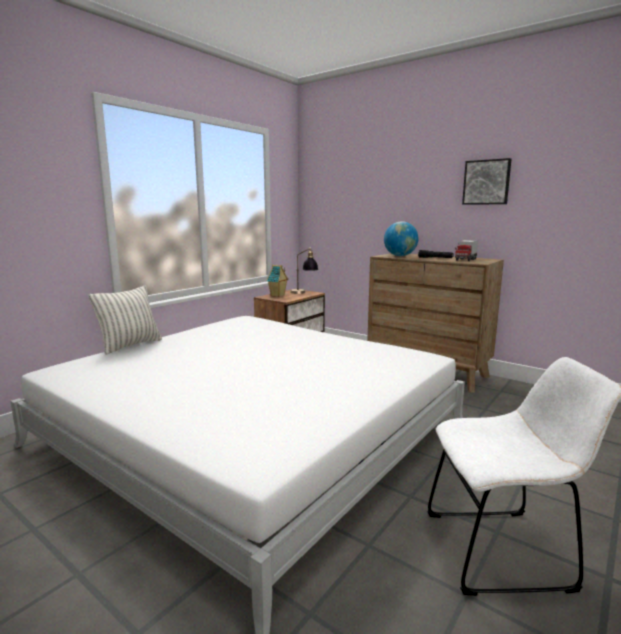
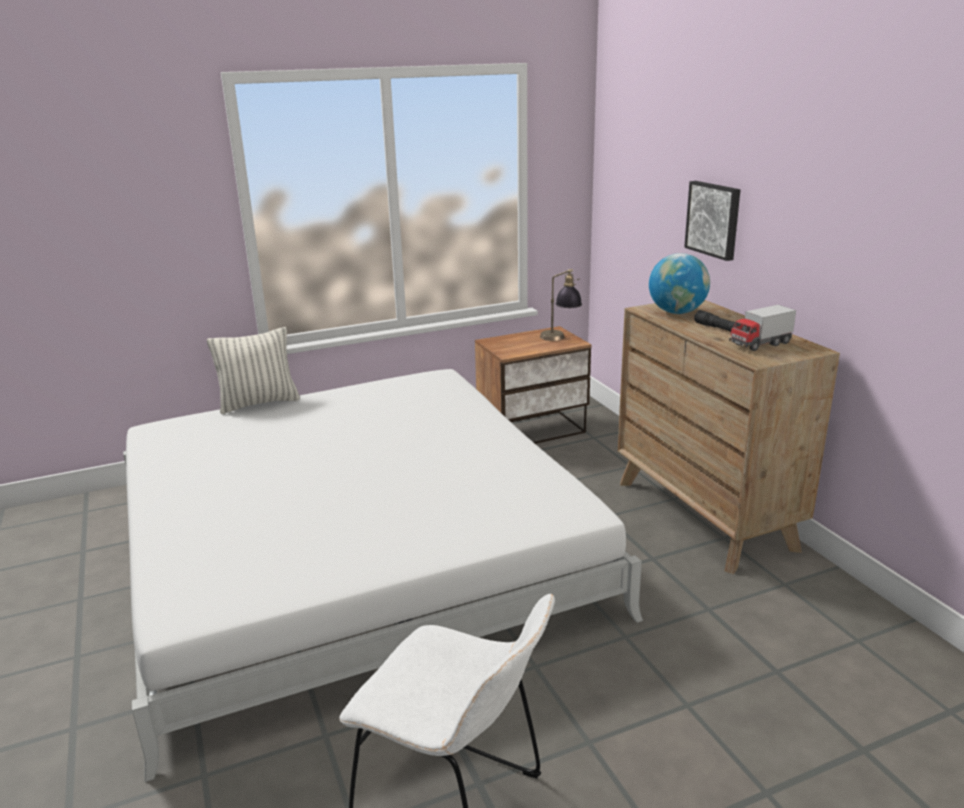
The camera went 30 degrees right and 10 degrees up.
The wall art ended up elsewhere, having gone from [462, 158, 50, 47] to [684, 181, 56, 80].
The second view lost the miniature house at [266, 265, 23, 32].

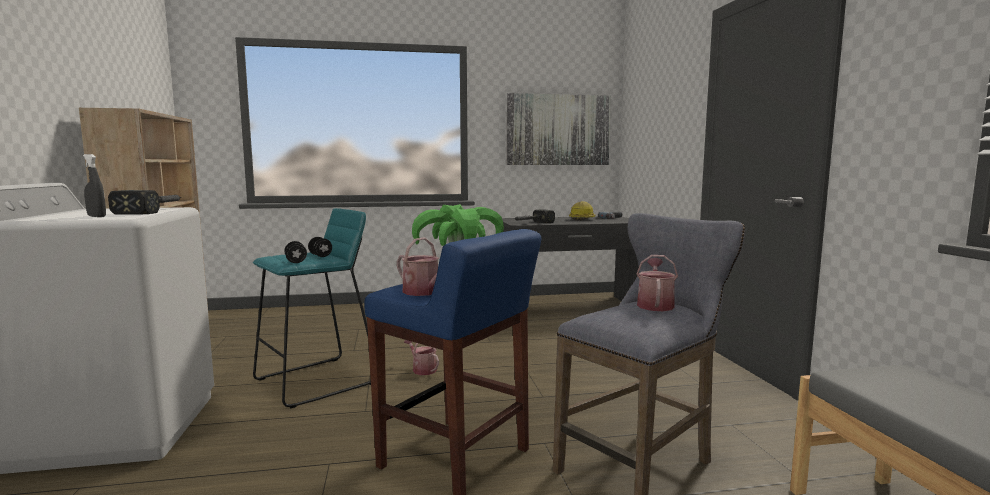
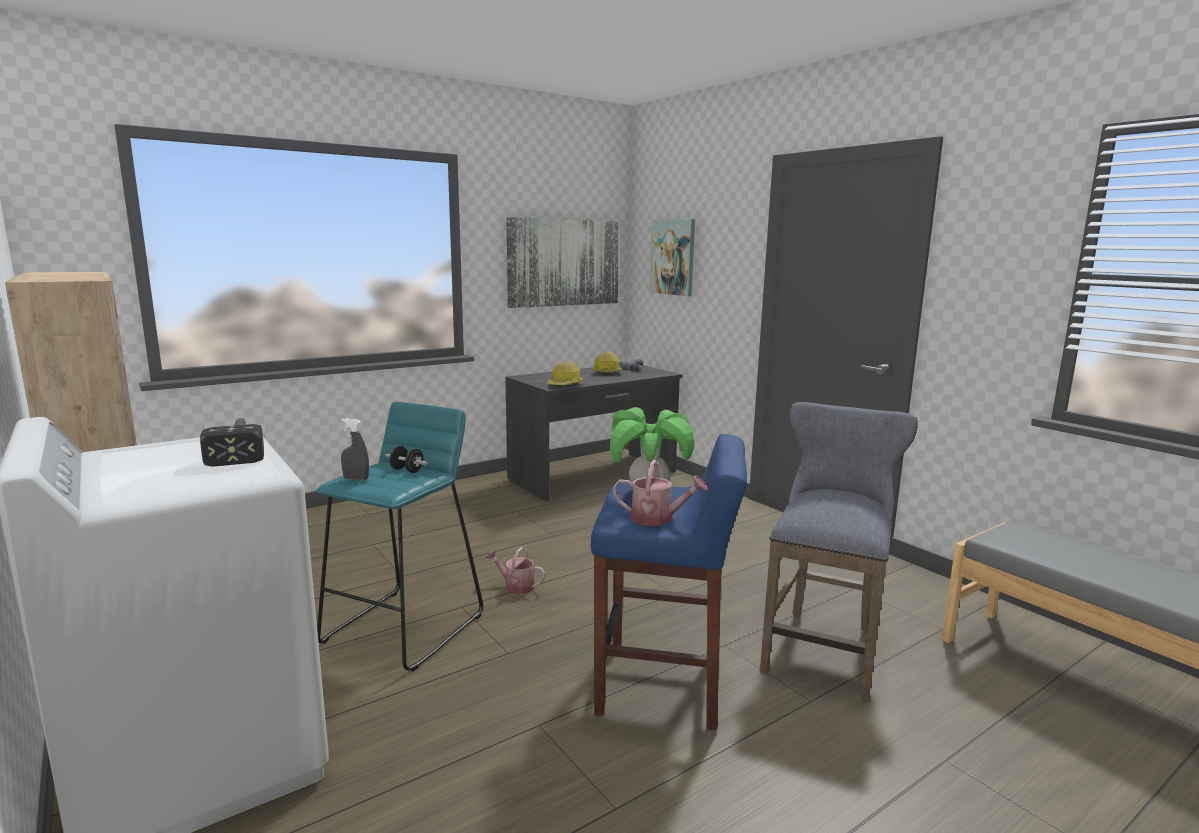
The camera went 25 degrees left and 5 degrees up.
The sprayer (grey) ended up elsewhere, having gone from [83, 154, 23, 63] to [341, 418, 28, 62].
Where the tool hammer stood at [514, 209, 41, 14], the work helmet came to stand at [546, 361, 37, 24].
The second view gained the wall art at [650, 219, 45, 77].
The second view lost the free weight (black) at [284, 241, 23, 22].
The second view lost the watering can at [637, 255, 41, 56].

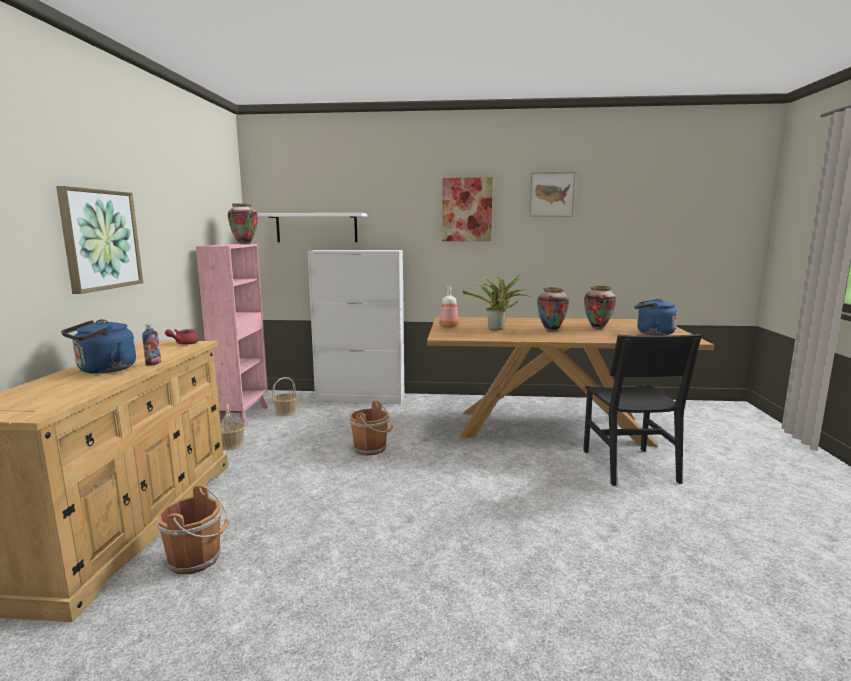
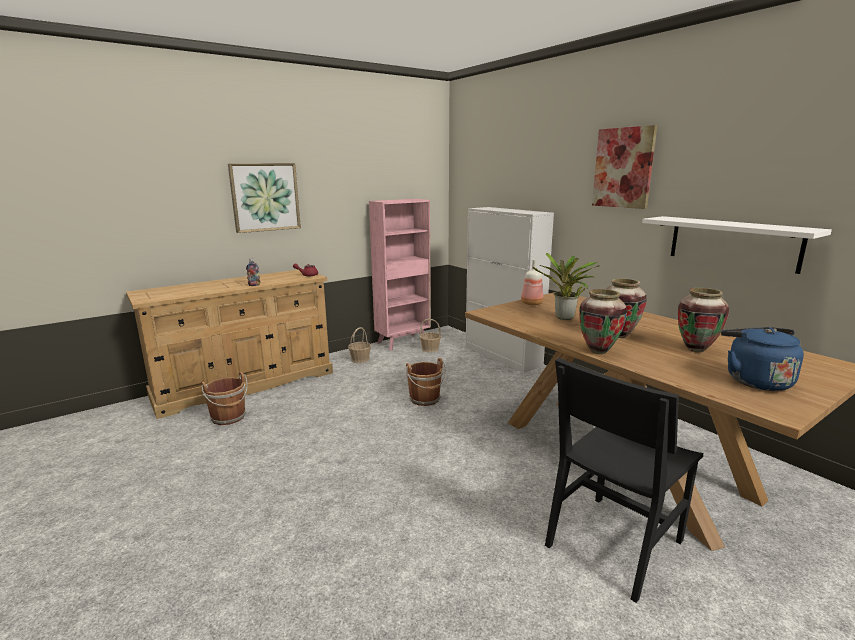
The camera went 50 degrees right and 5 degrees up.
The vase ended up elsewhere, having gone from [228, 203, 30, 41] to [579, 289, 48, 65].
The wall shelf (white) ended up elsewhere, having gone from [257, 213, 110, 29] to [642, 216, 190, 58].
The second view lost the tea kettle (bluish) at [61, 319, 75, 55].
The second view lost the wall art at [529, 172, 47, 45].

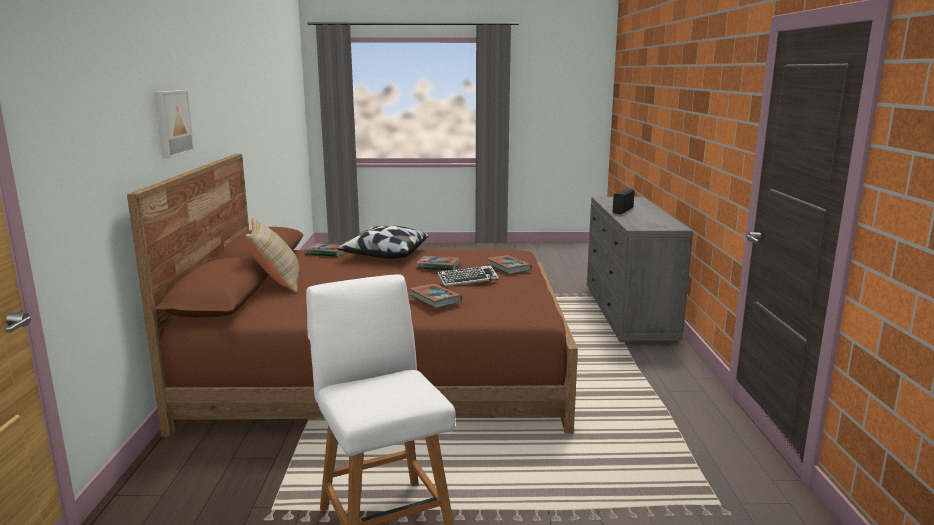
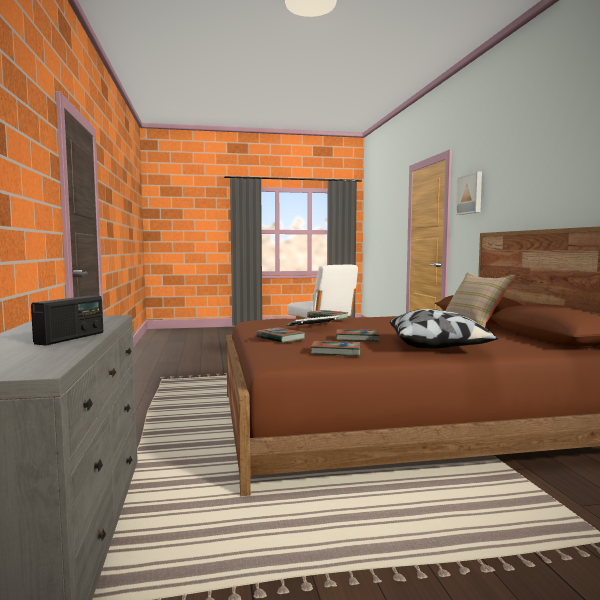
The camera went 170 degrees right and 10 degrees down.
The bound book ended up elsewhere, having gone from [304, 243, 42, 14] to [311, 341, 49, 15].
The wall art ended up elsewhere, having gone from [154, 90, 40, 68] to [456, 171, 26, 44].

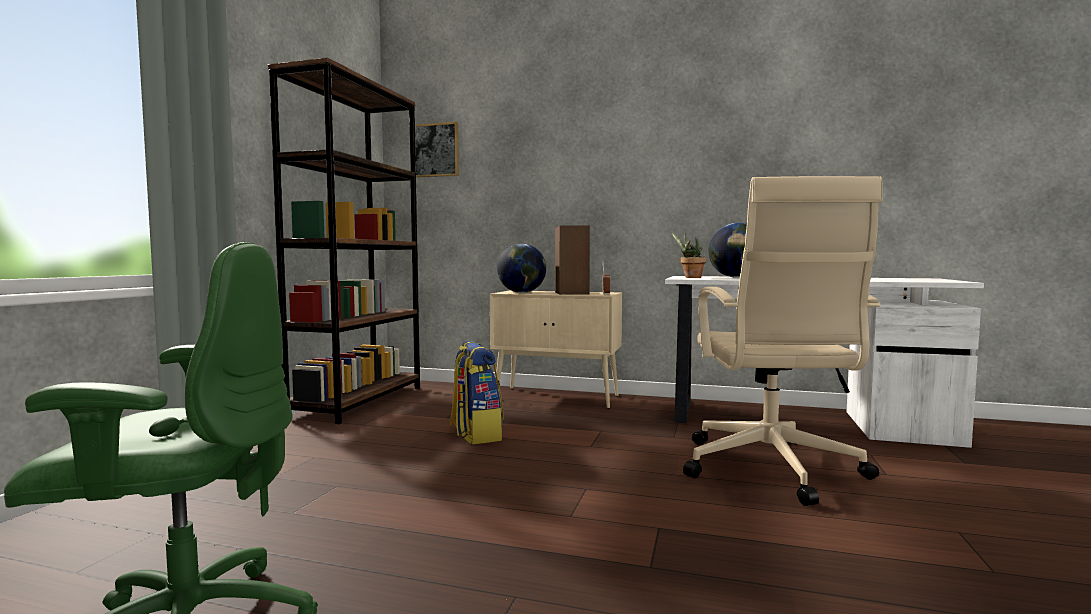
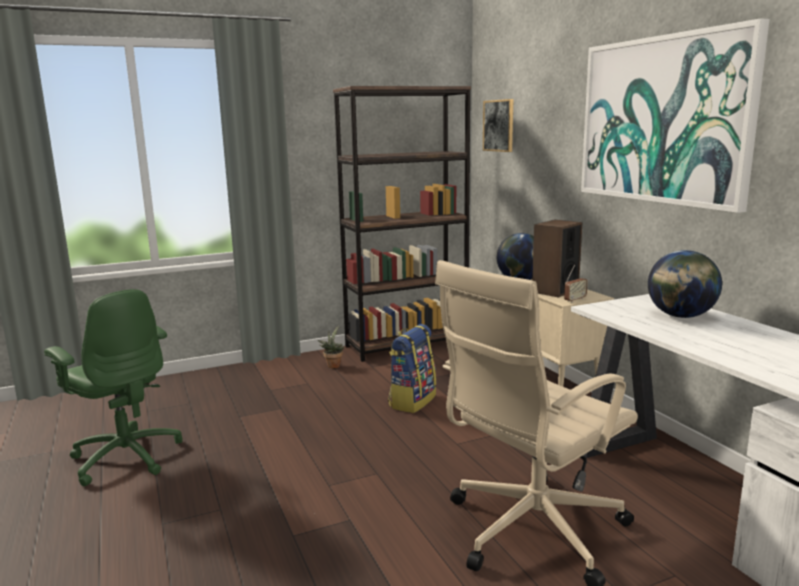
The camera went 50 degrees right and 10 degrees up.
The plant in a pot ended up elsewhere, having gone from [672, 233, 34, 45] to [317, 326, 28, 42].
The second view gained the wall art at [581, 18, 189, 195].

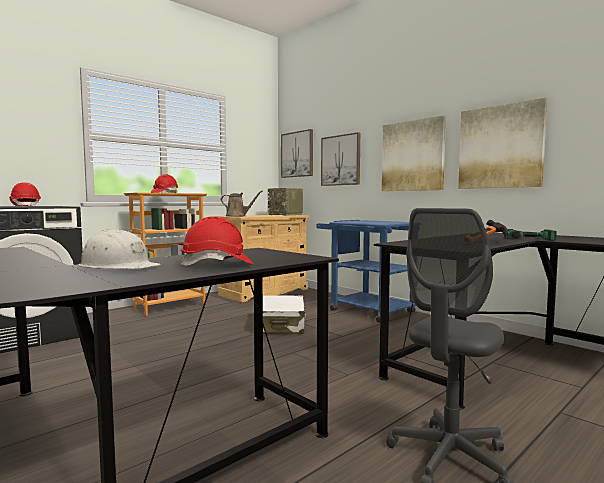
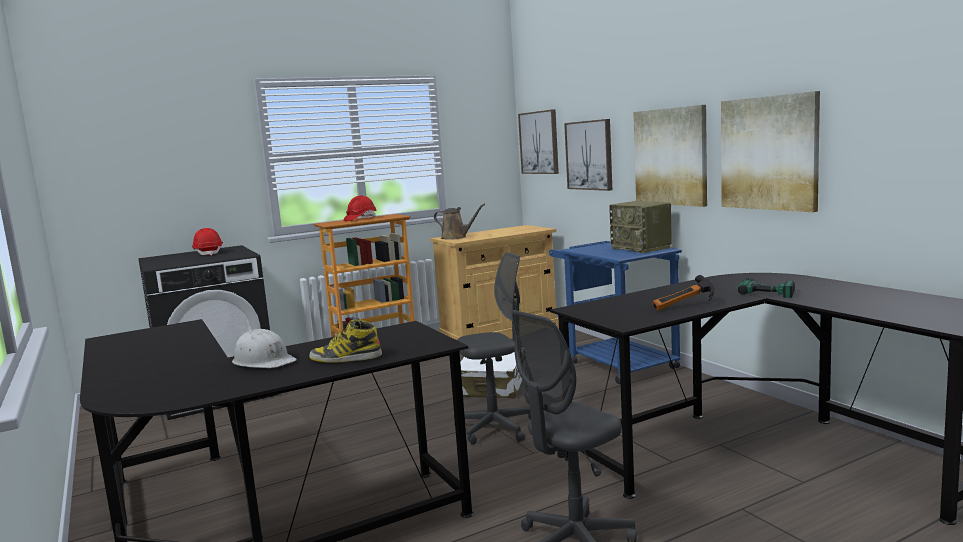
The camera went 15 degrees right and 5 degrees up.
Where the work helmet (red) stood at [180, 216, 73, 50], the tall boot came to stand at [309, 319, 73, 44].
The second view gained the desk chair (grey) at [454, 252, 77, 193].
The radio receiver ended up elsewhere, having gone from [268, 188, 35, 28] to [609, 201, 63, 52].

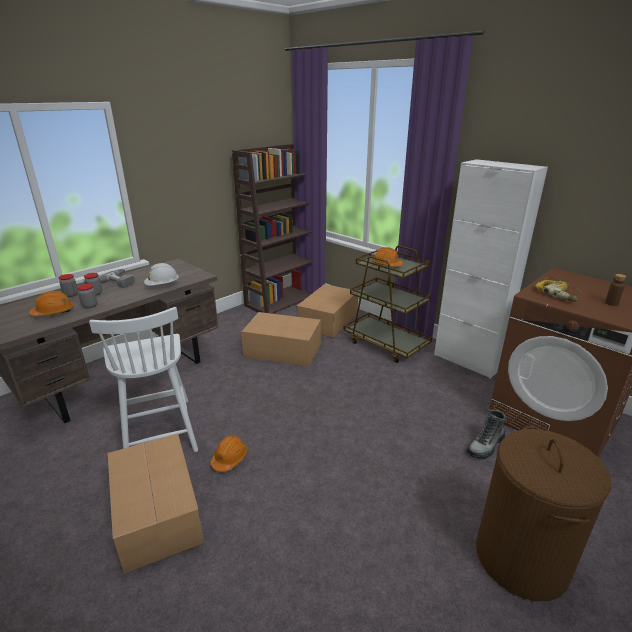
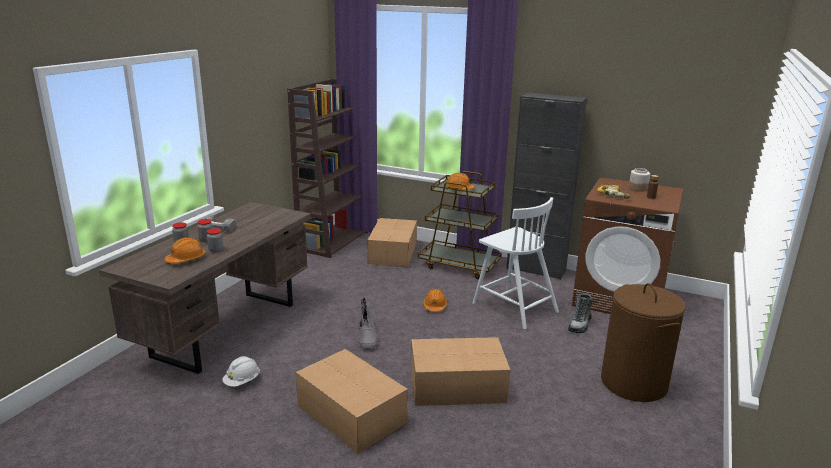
The camera went 20 degrees left and 5 degrees down.
The work helmet (white) ended up elsewhere, having gone from [144, 263, 35, 23] to [222, 356, 38, 31].
The second view gained the tall boot (grey) at [359, 297, 19, 52].
The carton ended up elsewhere, having gone from [241, 312, 80, 55] to [411, 337, 99, 69].
The work helmet (orangey) ended up elsewhere, having gone from [210, 436, 37, 36] to [423, 289, 24, 23].
The upright chair (white) ended up elsewhere, having gone from [89, 307, 109, 145] to [473, 197, 86, 132].
What was the storage cabinet (white) at [434, 159, 114, 220] turned into the storage cabinet (black) at [506, 92, 81, 188].
The second view gained the storage jar at [629, 168, 21, 24].

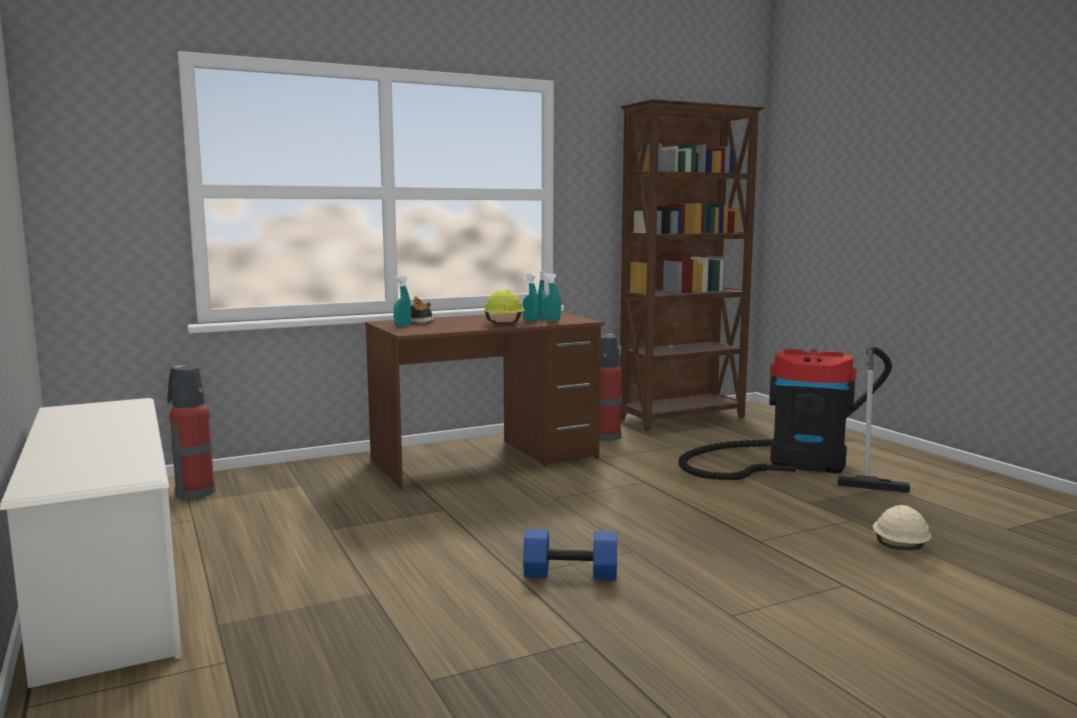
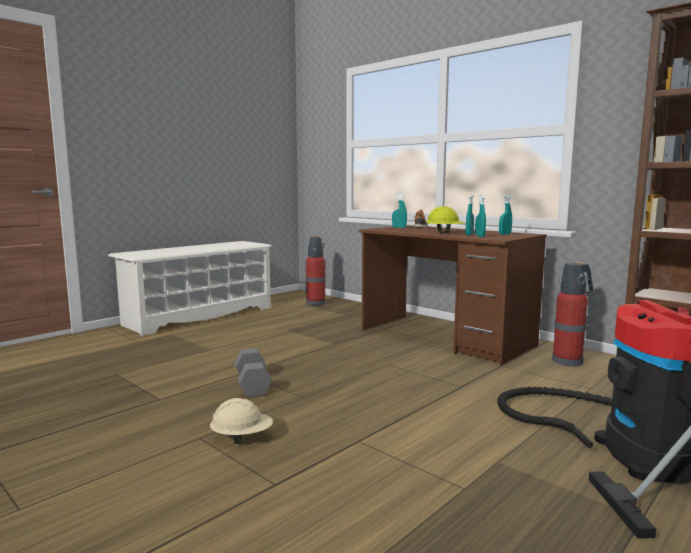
The camera went 70 degrees right and 0 degrees up.
The work helmet (beige-coloured) ended up elsewhere, having gone from [873, 505, 58, 45] to [210, 398, 63, 46].
What was the free weight (bluish) at [523, 529, 94, 51] turned into the free weight (grey) at [235, 348, 37, 50].

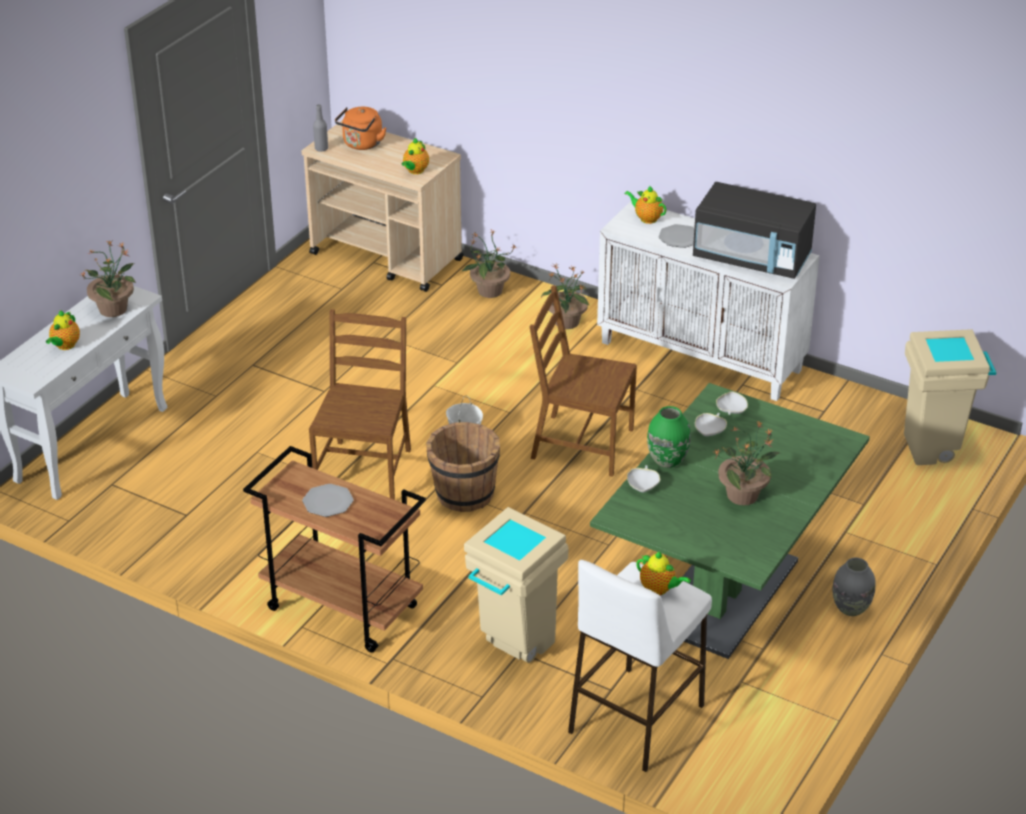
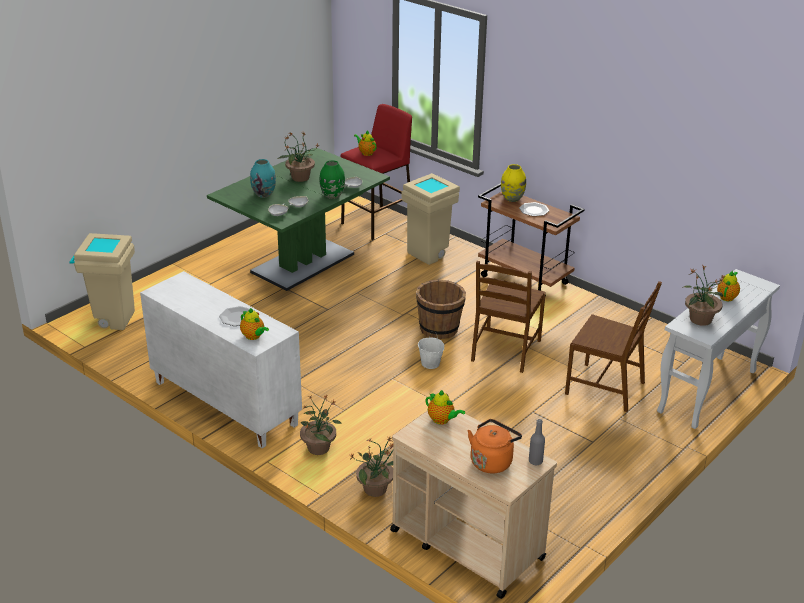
The camera went 170 degrees left and 5 degrees down.
The second view gained the vase (blue-green) at [250, 159, 26, 38].
What was the stool seat (white) at [568, 560, 144, 212] turned into the stool seat (red) at [341, 104, 71, 136].
The tea pot at [402, 138, 27, 36] ended up facing another way, 90 degrees clockwise from before.
The second view gained the vase (yellow) at [501, 164, 25, 38].
The upright chair (brown-coloured) ended up elsewhere, having gone from [530, 285, 107, 192] to [565, 281, 97, 131].
The second view lost the microwave (black) at [693, 182, 123, 97].
The second view lost the vase (grey) at [833, 558, 42, 58].

